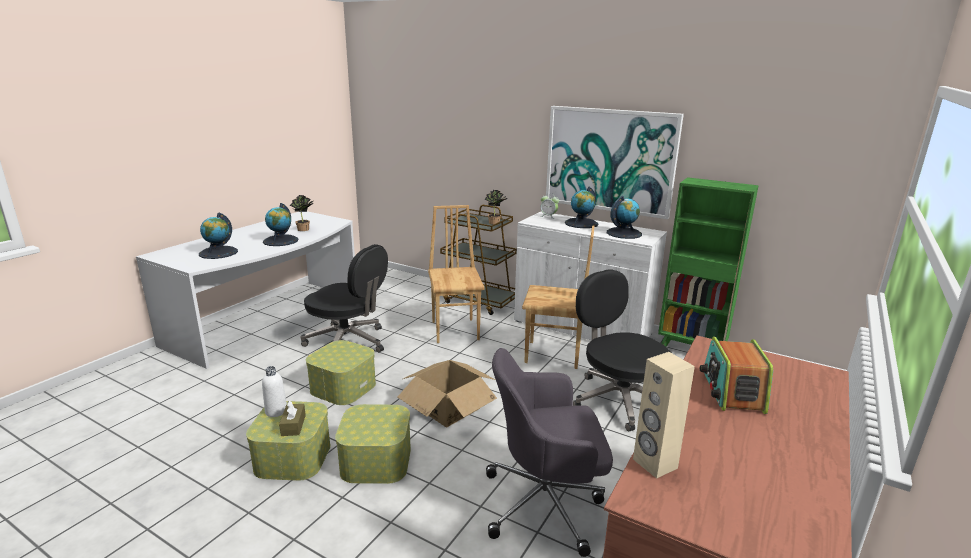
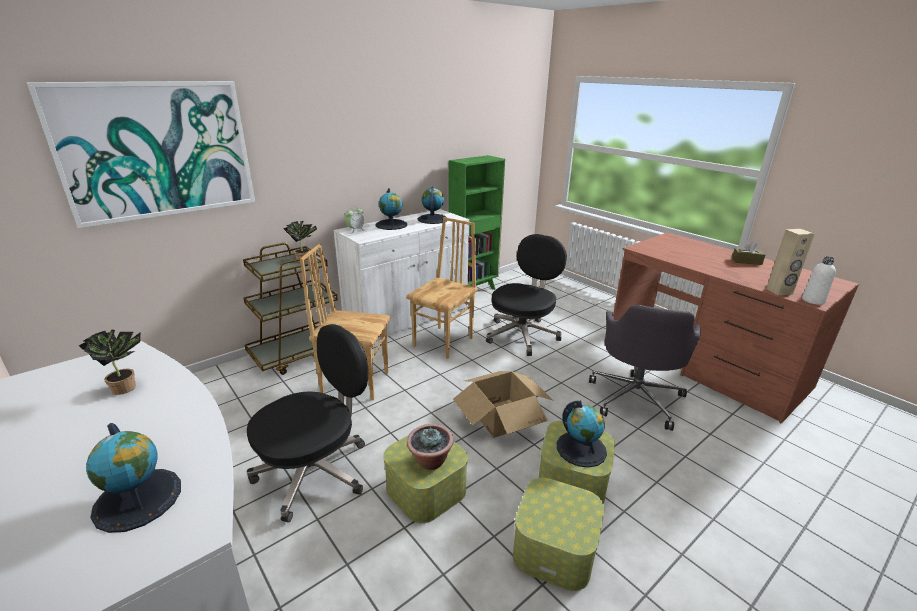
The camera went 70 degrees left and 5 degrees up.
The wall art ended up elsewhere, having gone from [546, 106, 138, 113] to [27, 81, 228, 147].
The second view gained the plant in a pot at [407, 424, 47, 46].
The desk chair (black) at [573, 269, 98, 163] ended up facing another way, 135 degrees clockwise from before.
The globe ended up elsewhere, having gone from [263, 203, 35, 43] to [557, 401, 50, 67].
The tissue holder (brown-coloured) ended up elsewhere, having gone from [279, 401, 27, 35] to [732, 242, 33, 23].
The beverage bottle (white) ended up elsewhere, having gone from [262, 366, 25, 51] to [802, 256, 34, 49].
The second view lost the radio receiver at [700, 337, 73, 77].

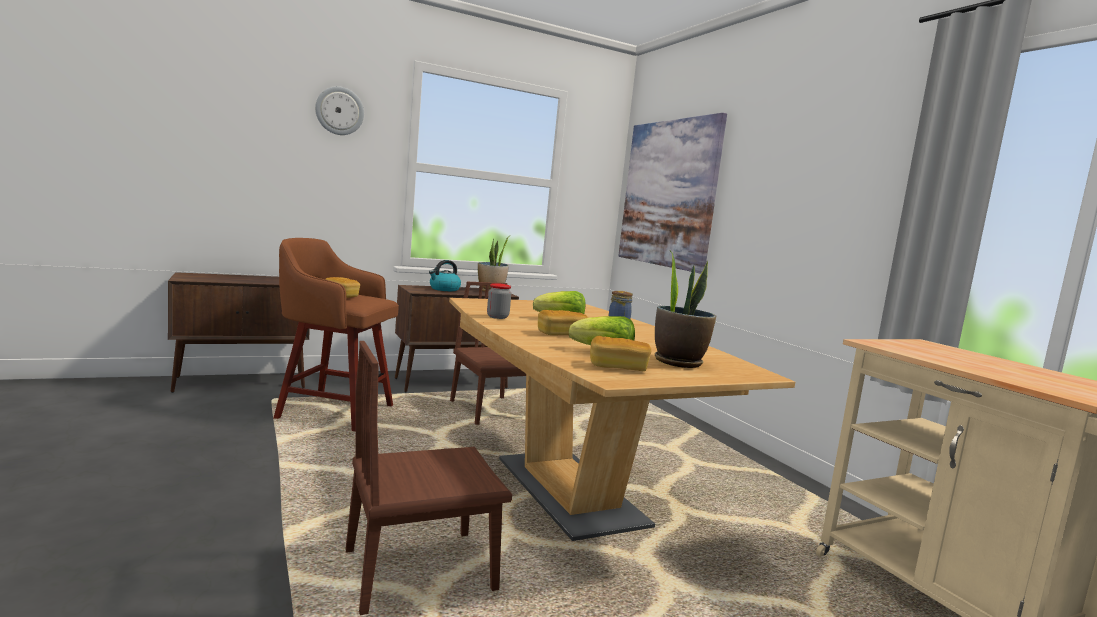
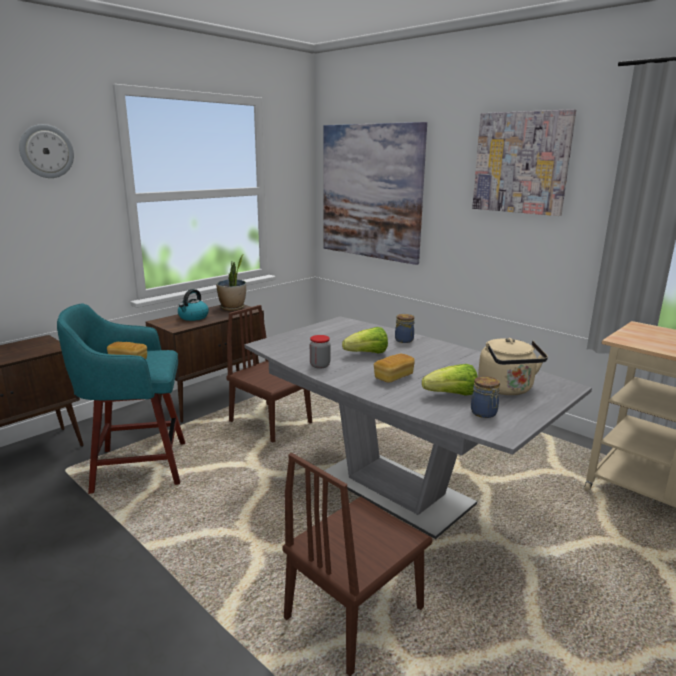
The camera went 20 degrees left and 10 degrees up.
What was the stool seat (brown-coloured) at [274, 238, 125, 193] turned into the stool seat (blue-green) at [57, 304, 128, 191].
What was the kitchen table (brown-coloured) at [449, 298, 346, 243] turned into the kitchen table (grey) at [245, 316, 347, 223].
Where the baked bread stood at [590, 336, 61, 35], the storage jar came to stand at [471, 376, 29, 42].
The second view gained the wall art at [472, 109, 104, 107].
Where the plant in a pot stood at [655, 251, 61, 117], the tea kettle (beige-coloured) came to stand at [478, 338, 70, 57].

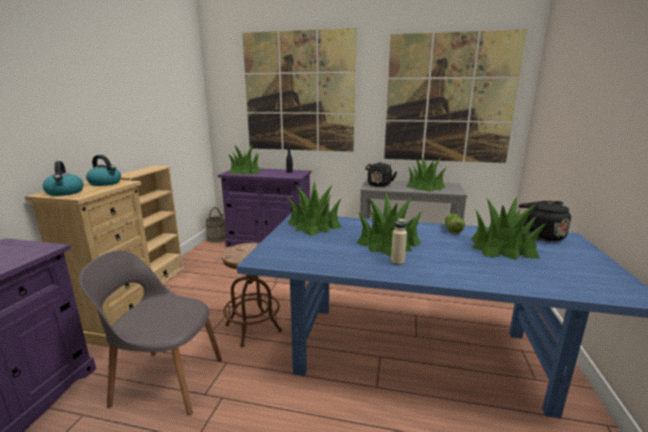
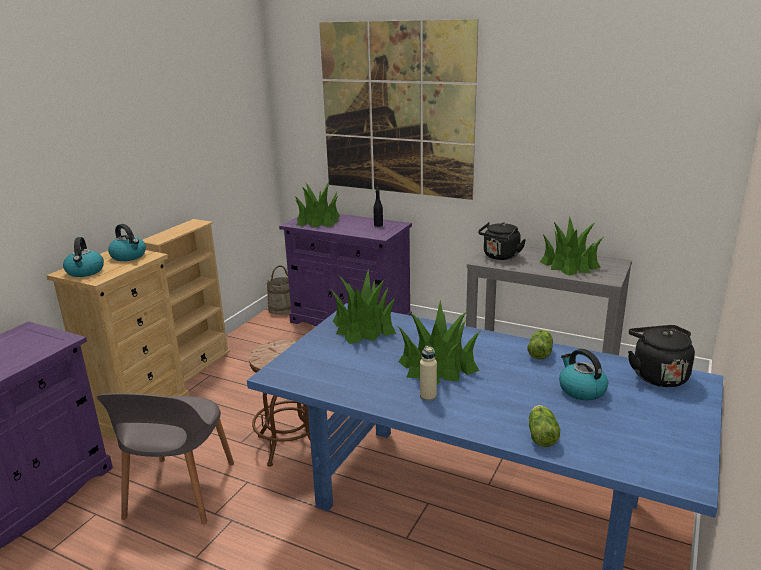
The camera went 15 degrees right and 5 degrees up.
The upright chair (grey) at [79, 250, 143, 165] ended up facing another way, 105 degrees counterclockwise from before.
The second view gained the lettuce head at [529, 405, 31, 42].
Where the plant in a pot stood at [471, 196, 76, 64], the tea kettle came to stand at [559, 349, 49, 51].
The second view lost the wall art at [384, 29, 143, 134].

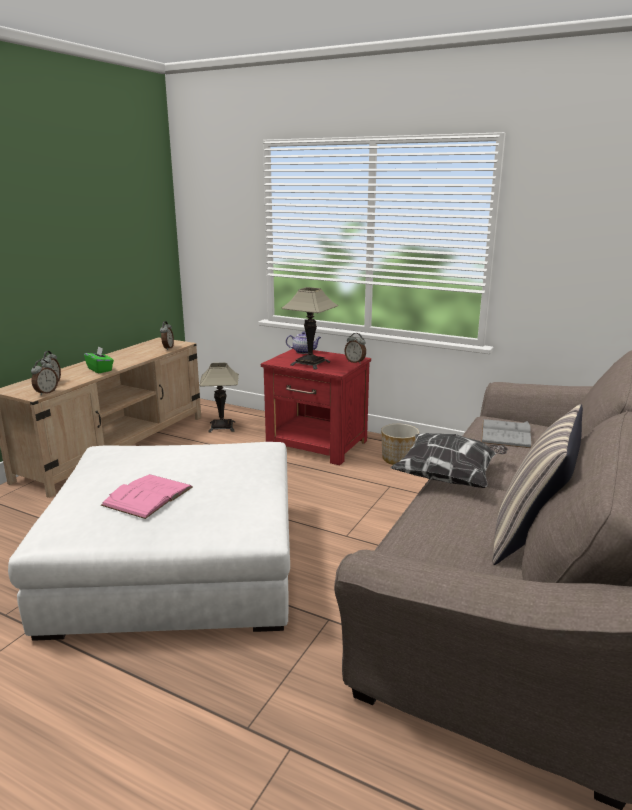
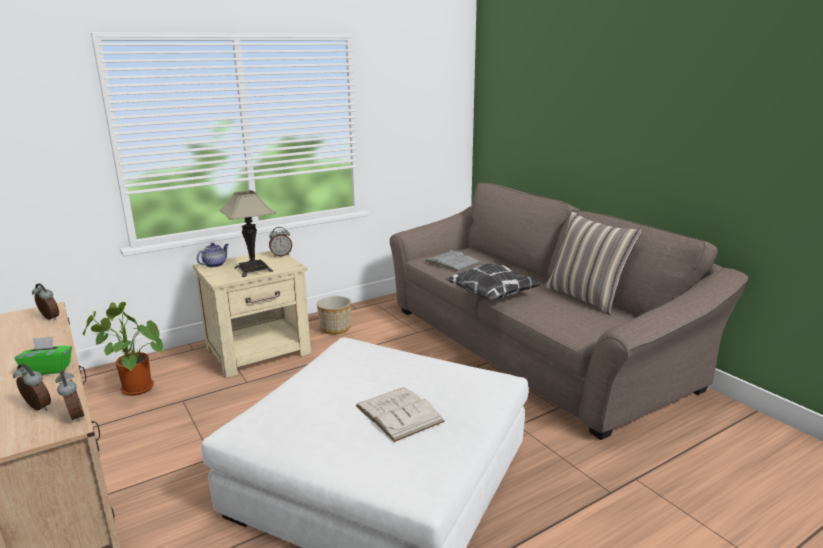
The camera went 60 degrees left and 0 degrees up.
Where the tabletop lamp stood at [199, 363, 40, 70], the plant in a pot came to stand at [82, 302, 81, 94].
What was the bedside table (red) at [261, 349, 110, 117] turned into the bedside table (beige-coloured) at [193, 251, 118, 127].
What was the bound book (pinkish) at [101, 474, 92, 45] turned into the bound book (white) at [356, 387, 89, 55].

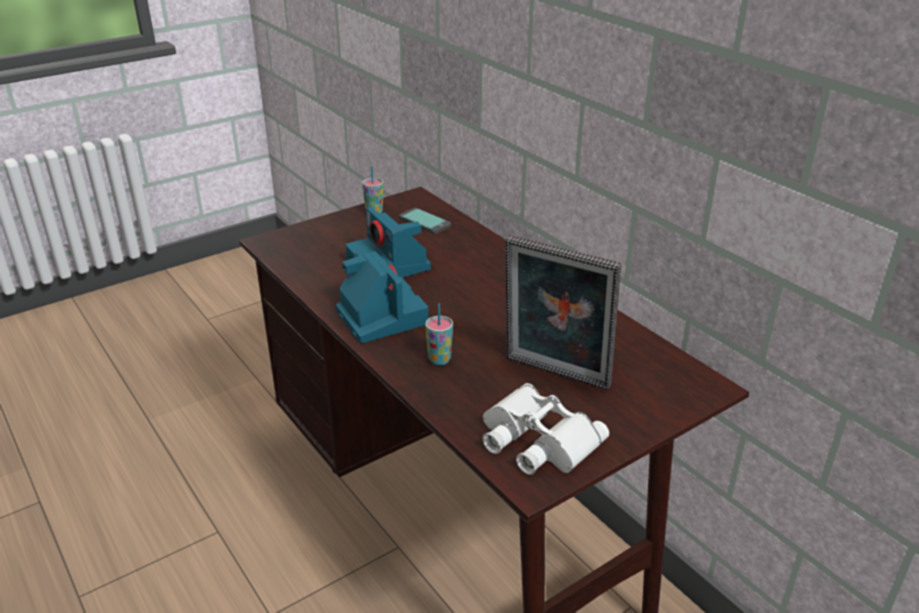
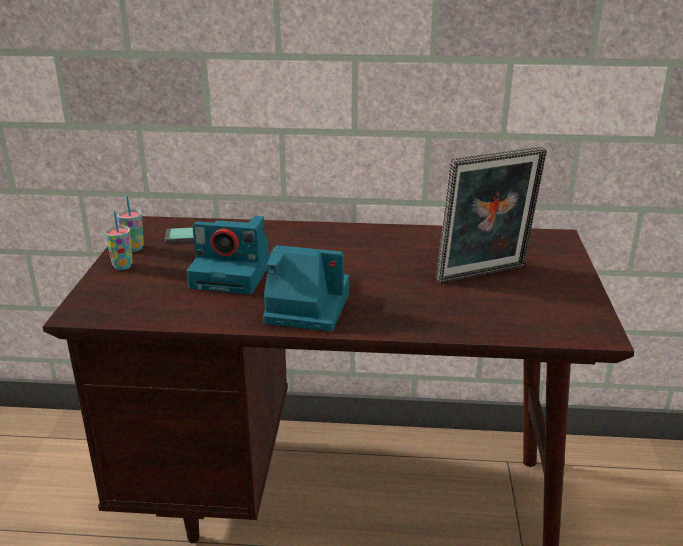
The camera went 50 degrees left and 5 degrees down.
The drinking cup ended up elsewhere, having gone from [425, 304, 28, 62] to [105, 212, 28, 58].
The second view lost the binoculars (white) at [483, 383, 126, 92].

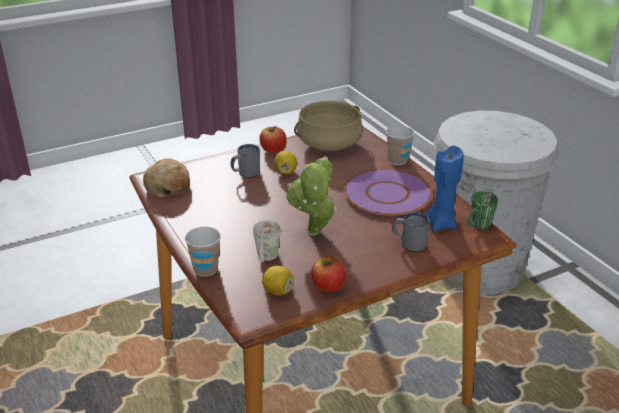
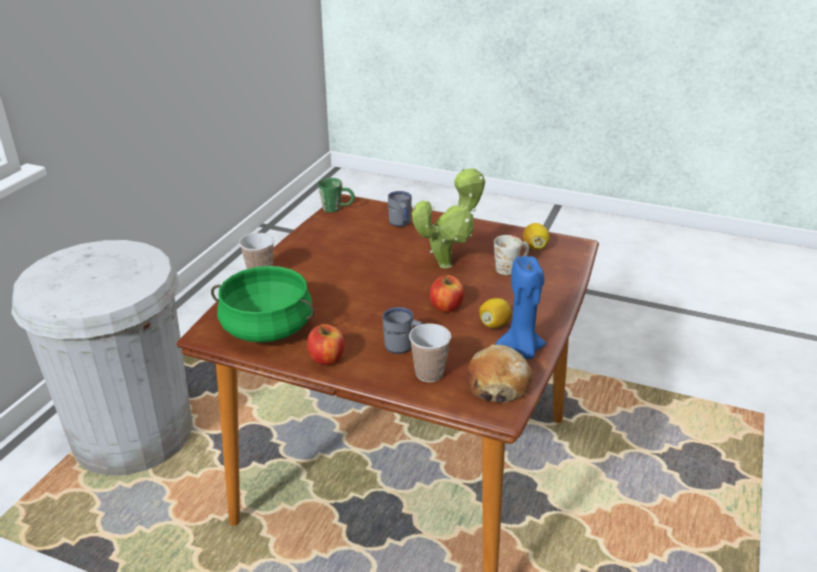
The camera went 130 degrees left and 0 degrees up.
What was the saucepot (beige-coloured) at [294, 101, 69, 50] turned into the saucepot (green) at [211, 266, 103, 76].
The drinking cup ended up elsewhere, having gone from [185, 227, 36, 50] to [409, 324, 42, 58].
The whole apple ended up elsewhere, having gone from [312, 256, 34, 36] to [430, 275, 34, 37].
The lemon ended up elsewhere, having gone from [274, 151, 23, 24] to [479, 298, 33, 30].
The wax candle (bluish) ended up elsewhere, having gone from [426, 146, 38, 86] to [496, 256, 50, 103].
The second view lost the flat dish (purple) at [344, 169, 88, 47].

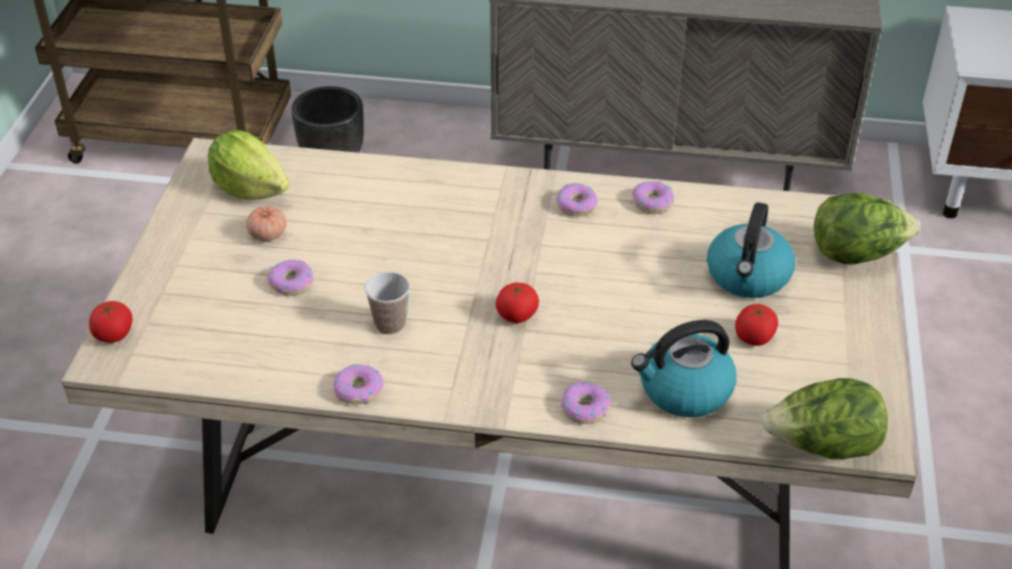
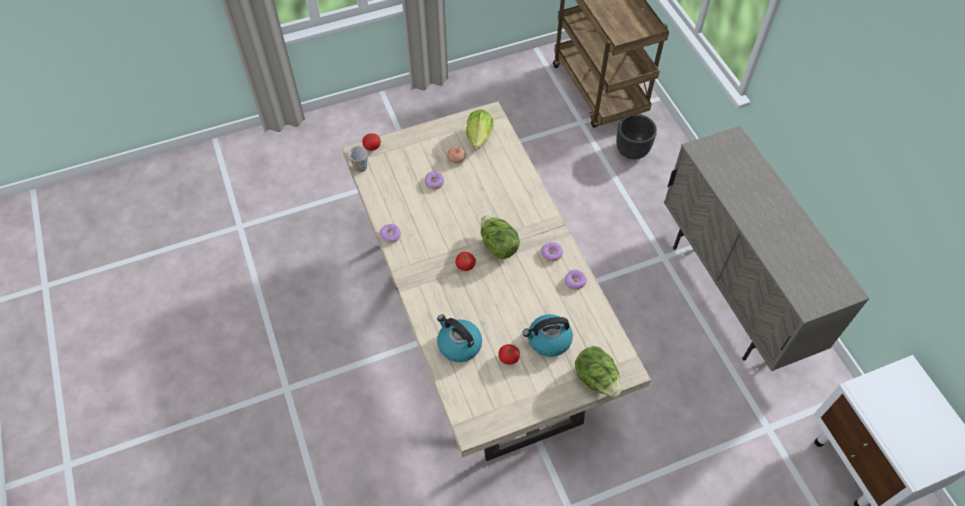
The camera went 60 degrees right and 15 degrees up.
The drinking cup ended up elsewhere, having gone from [365, 272, 45, 63] to [348, 146, 20, 26].
The lettuce head ended up elsewhere, having gone from [762, 378, 126, 81] to [481, 216, 38, 43].
The second view lost the ring doughnut at [561, 382, 50, 42].

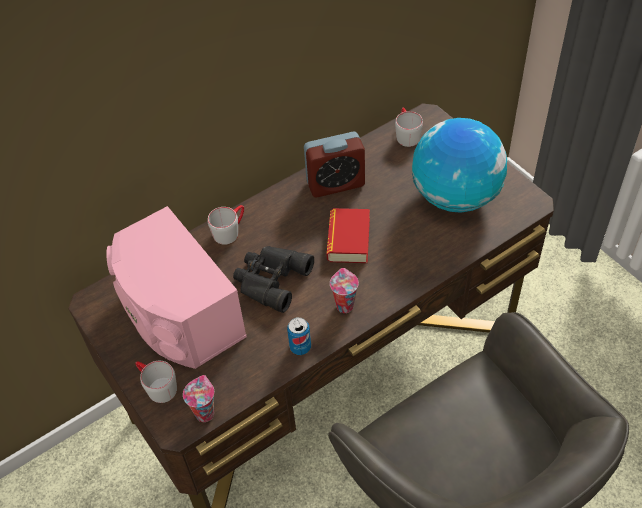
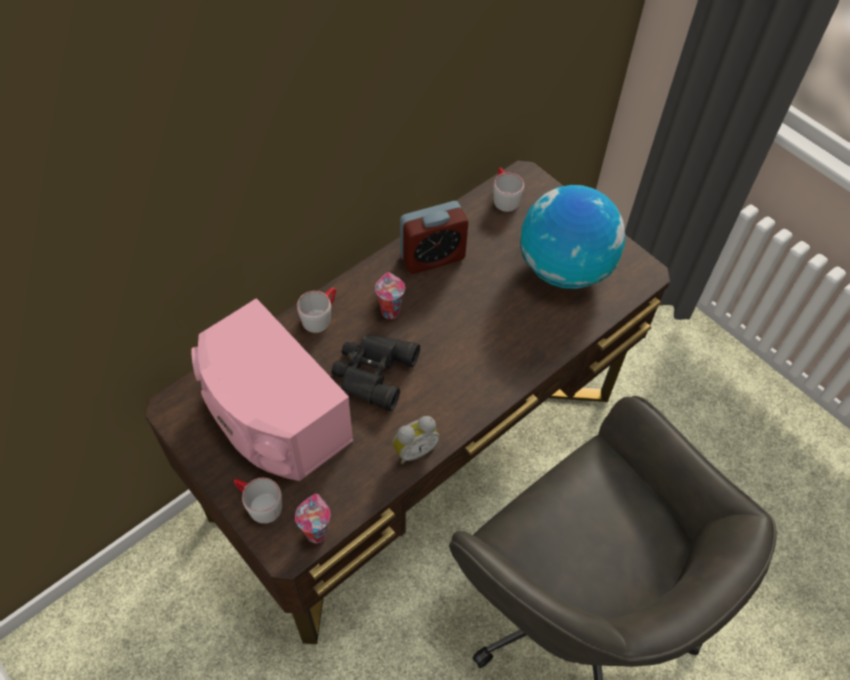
The camera went 10 degrees left and 5 degrees up.
The drinking cup ended up elsewhere, having gone from [330, 268, 29, 45] to [375, 272, 30, 47].
Where the can stood at [287, 317, 24, 38], the table clock came to stand at [393, 416, 47, 48].
The second view lost the bound book at [327, 208, 43, 55].

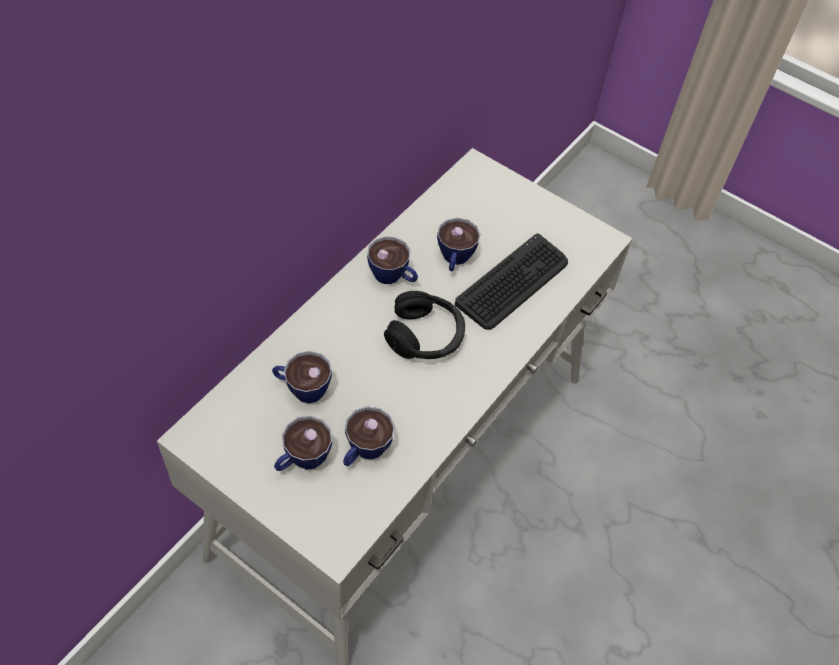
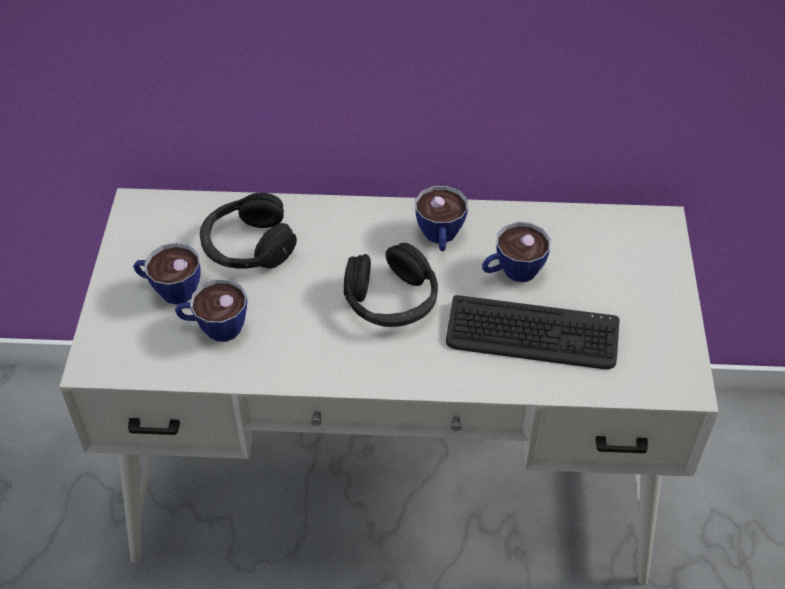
The camera went 60 degrees right and 5 degrees down.
Where the drinking cup stood at [272, 351, 60, 52], the headset (black) came to stand at [200, 193, 97, 76].

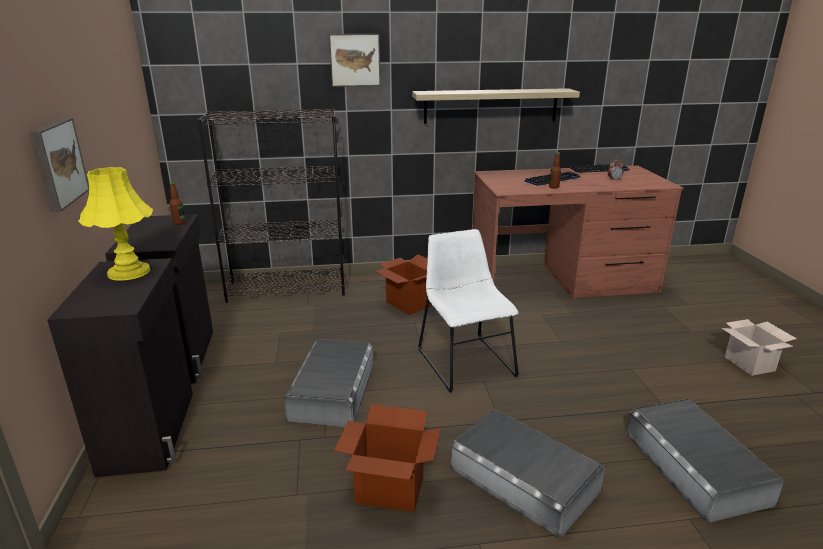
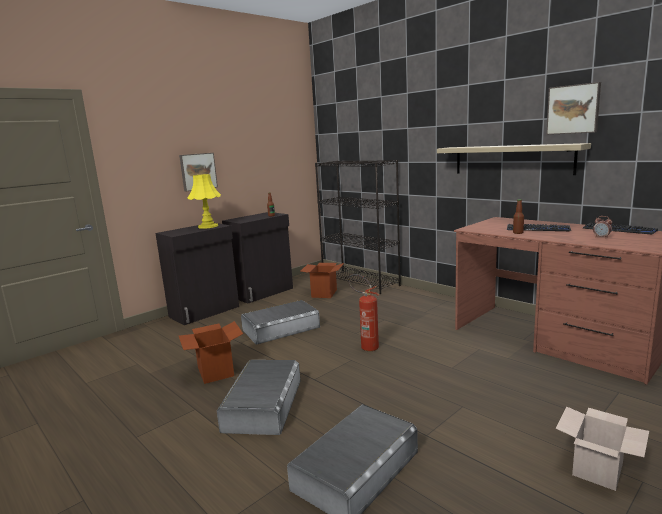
The camera went 55 degrees right and 10 degrees down.
The carton ended up elsewhere, having gone from [375, 254, 56, 61] to [300, 263, 44, 35].
Where the upright chair (white) stood at [418, 229, 101, 164], the fire-fighting cylinder came to stand at [348, 274, 32, 77].
The wall art ended up elsewhere, having gone from [329, 34, 51, 53] to [546, 82, 55, 53].

